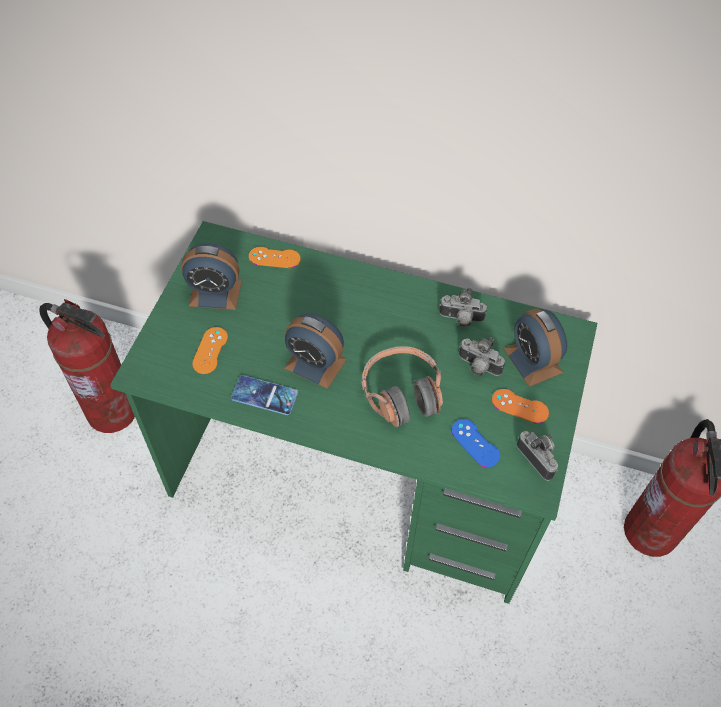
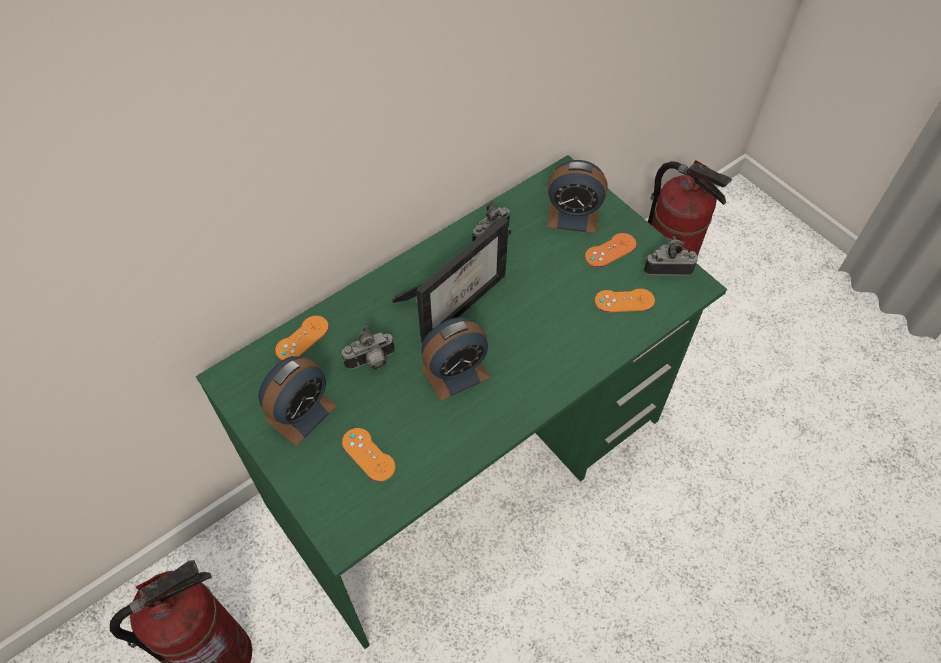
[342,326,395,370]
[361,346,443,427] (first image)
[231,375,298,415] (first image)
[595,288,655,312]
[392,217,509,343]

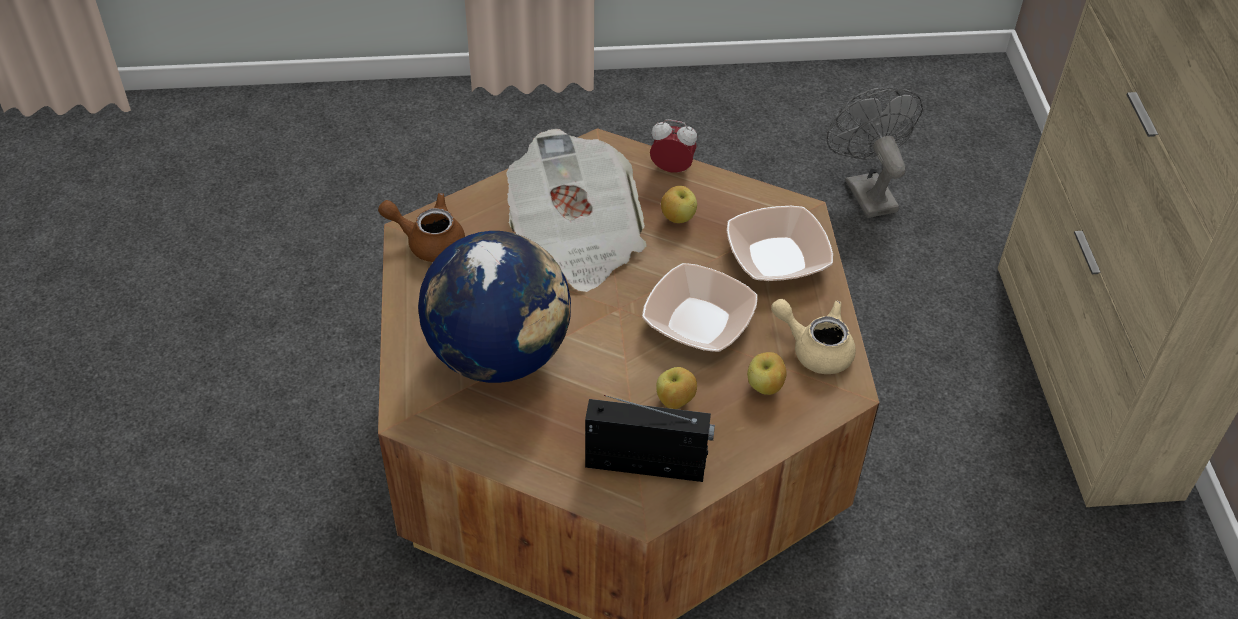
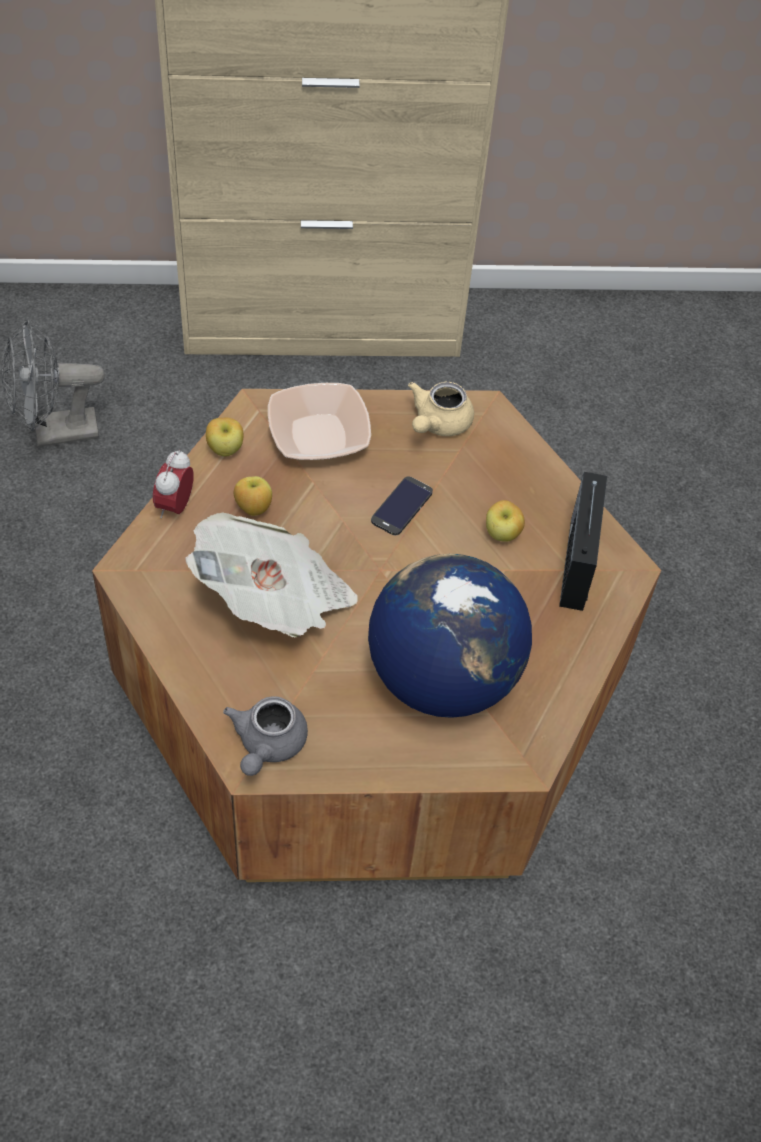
[223,696,308,776]
[371,476,433,536]
[206,418,244,457]

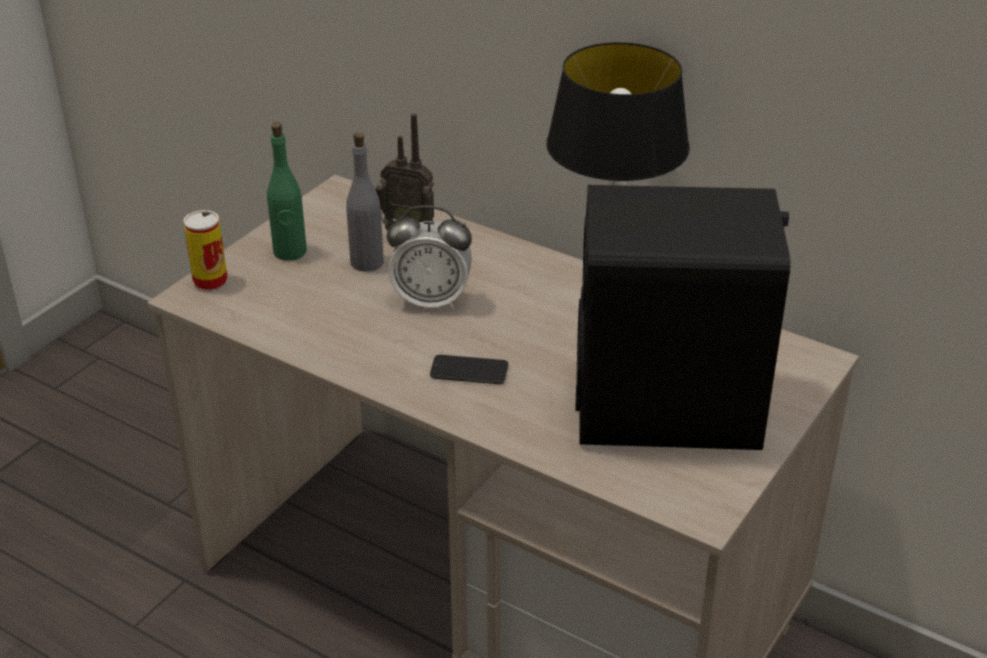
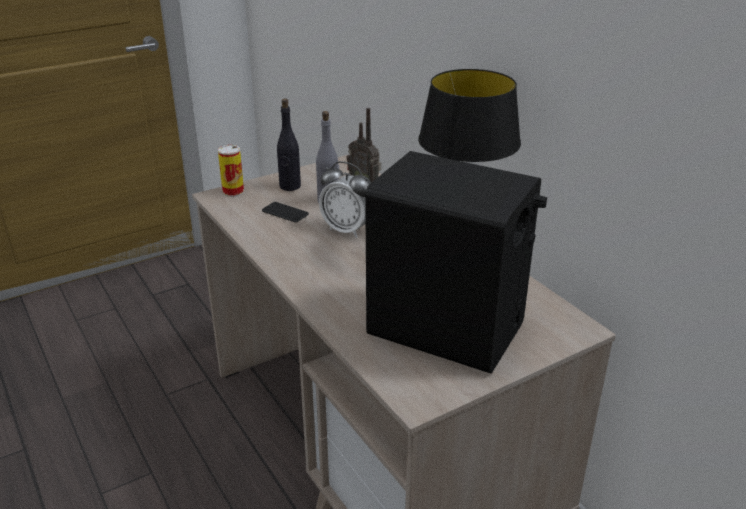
[277,99,301,191]
[262,202,309,222]

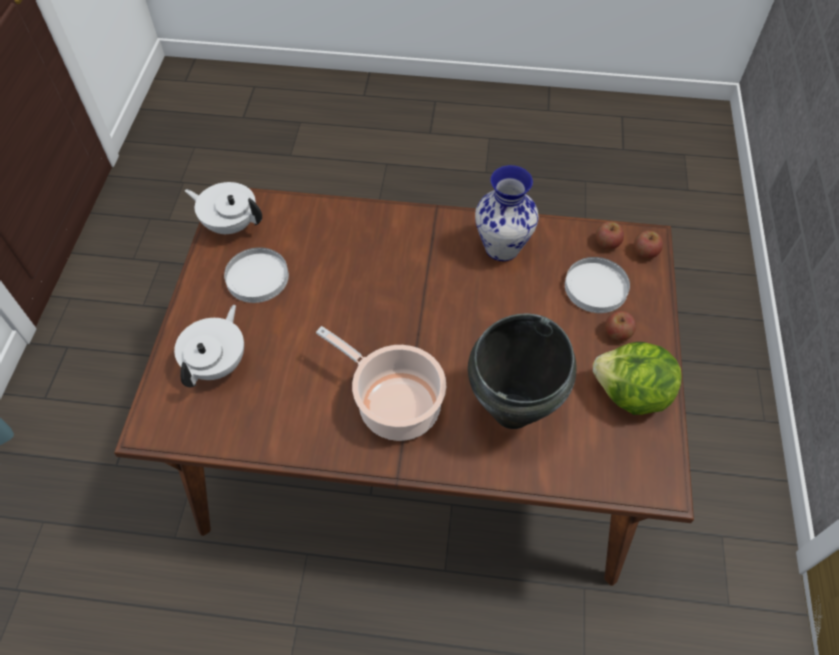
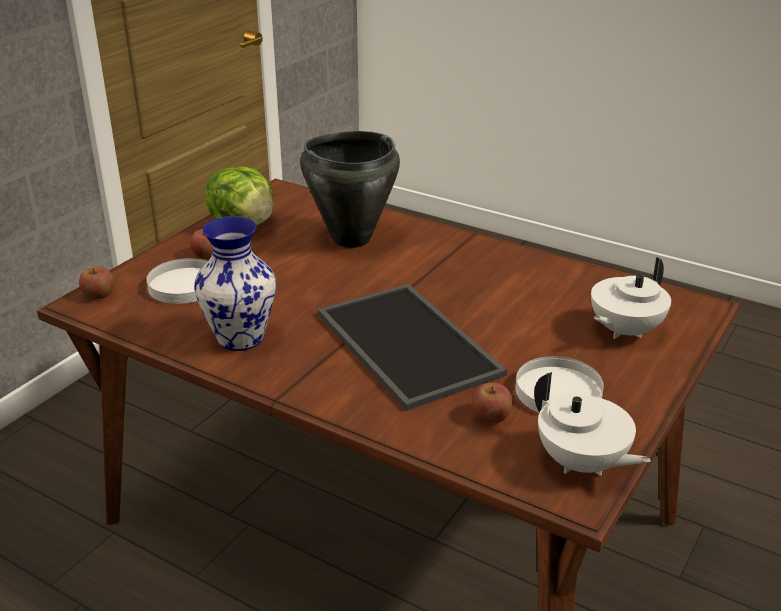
[472,383,513,423]
[316,326,446,441] (first image)
[318,284,507,411]

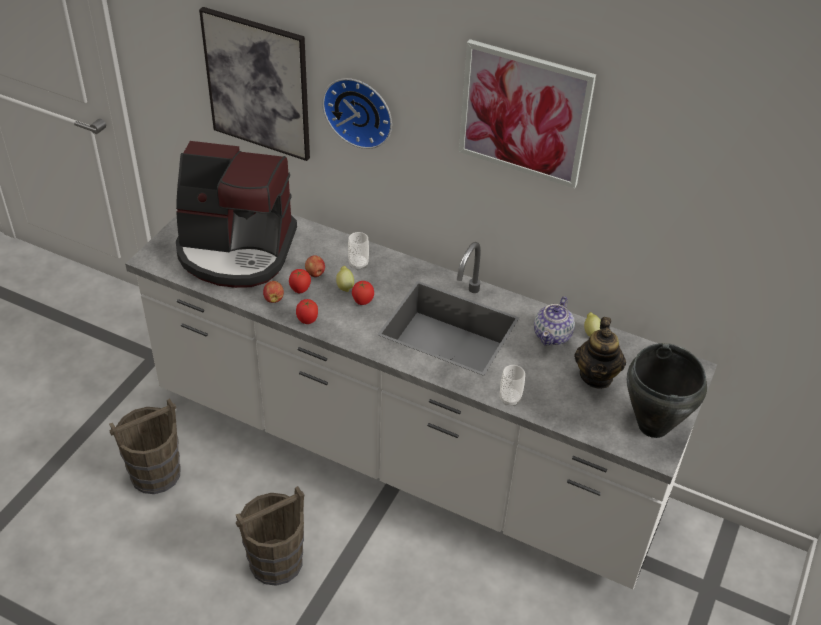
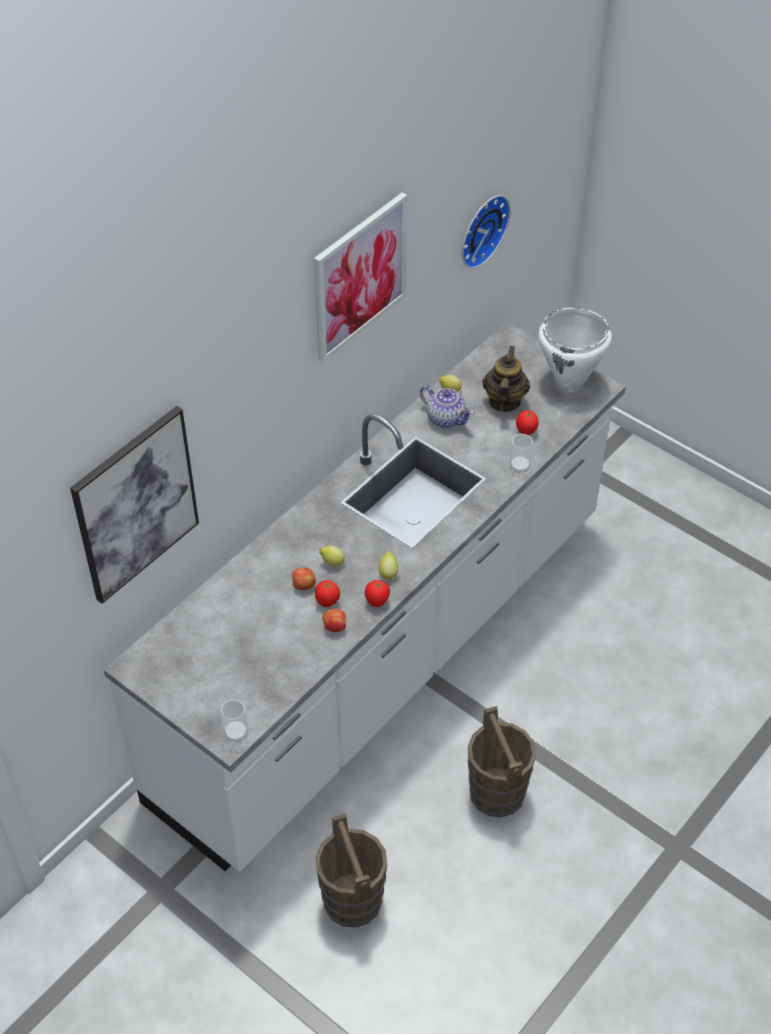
[462,195,511,269]
[176,141,297,288] (first image)
[221,700,248,742]
[516,410,539,435]
[483,346,530,412]
[538,308,612,391]
[379,551,399,581]

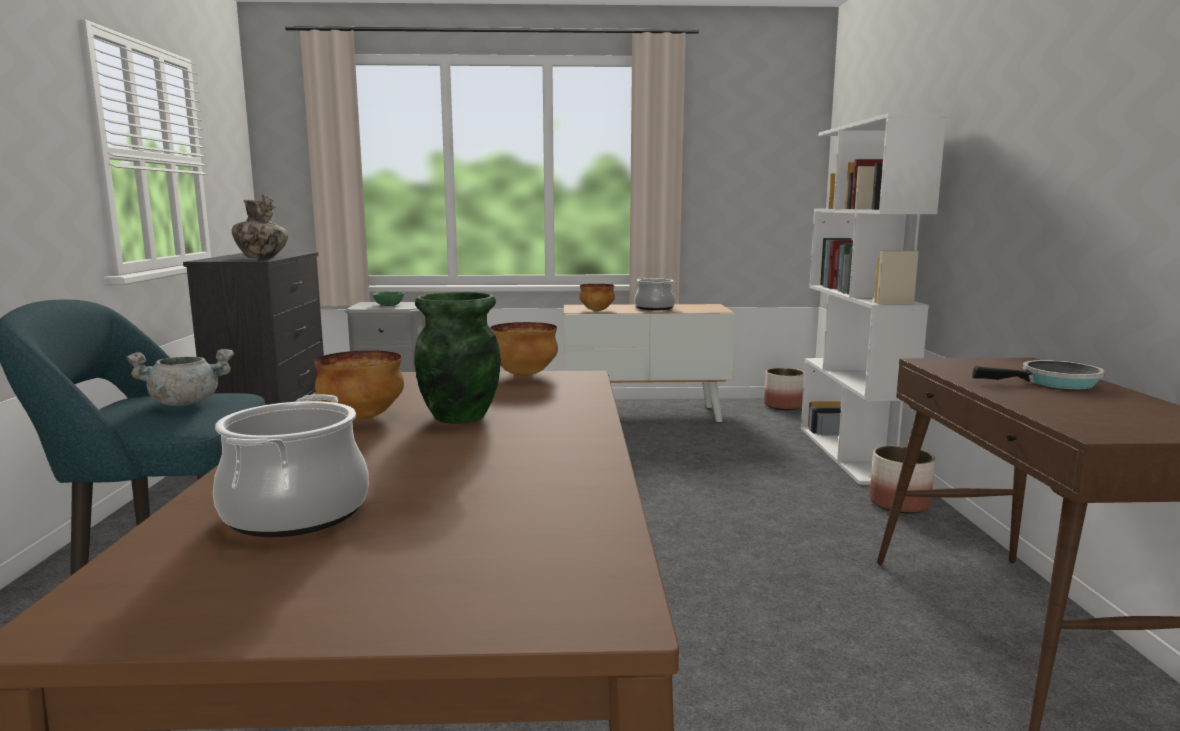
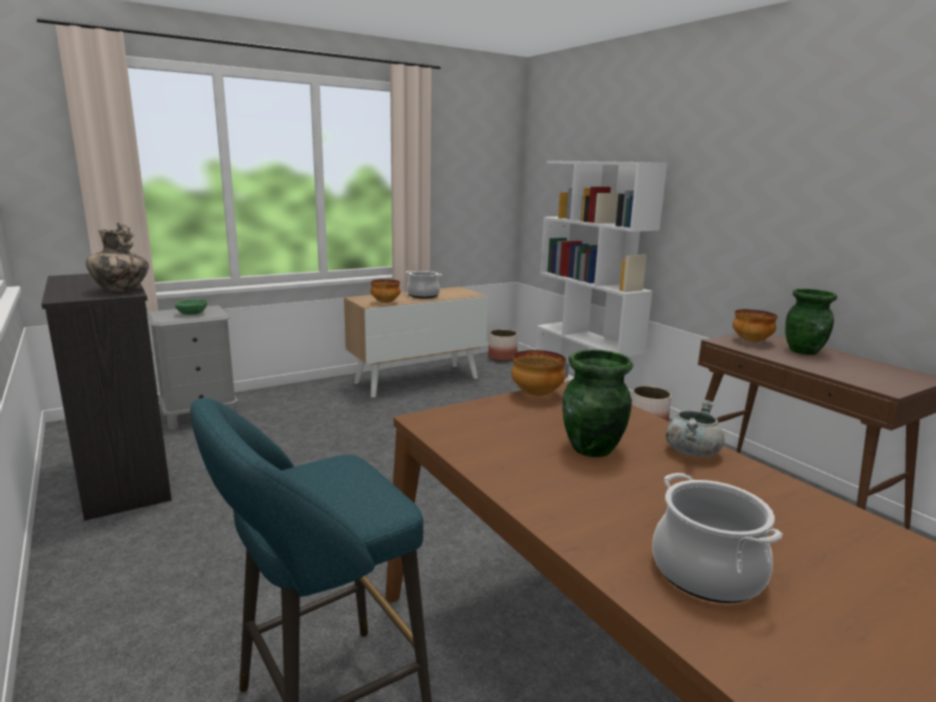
[666,400,725,457]
[732,309,778,342]
[785,289,837,355]

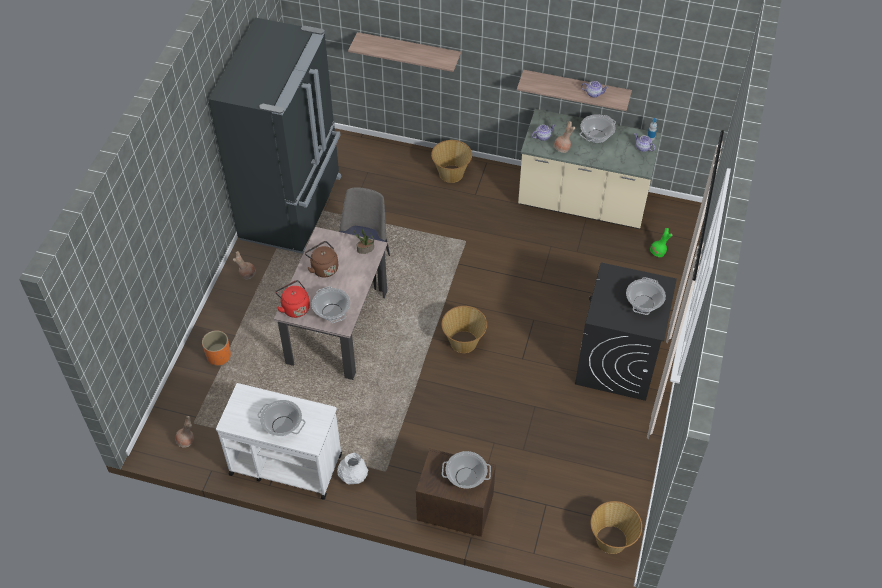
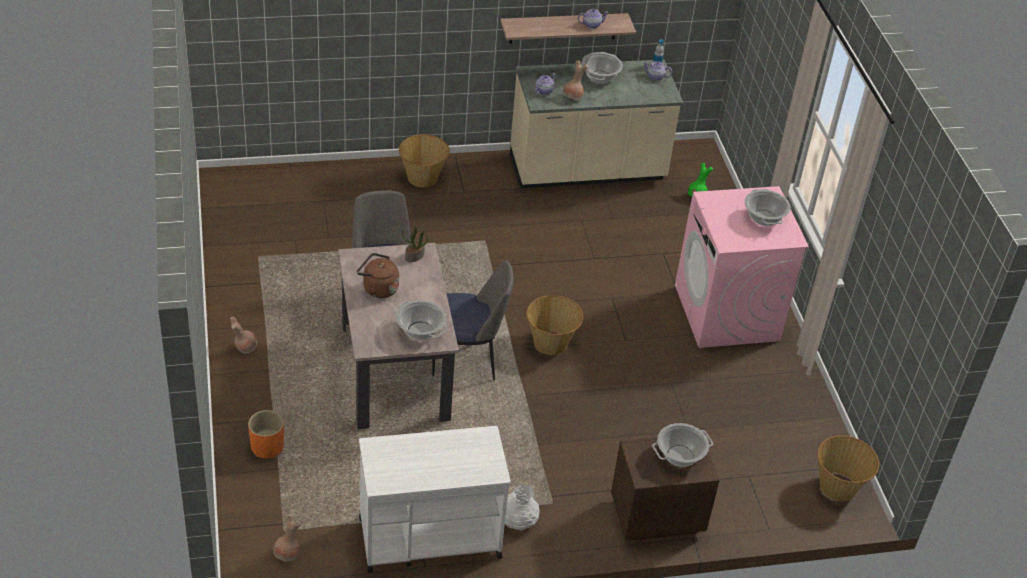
[208,18,341,254] (first image)
[348,32,461,72] (first image)
[675,186,809,348]
[276,280,310,318] (first image)
[257,400,306,436] (first image)
[432,260,514,380]

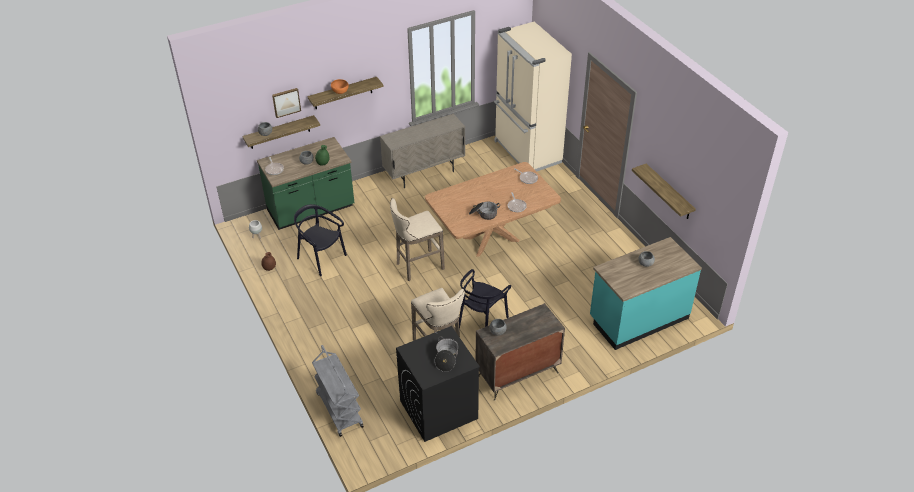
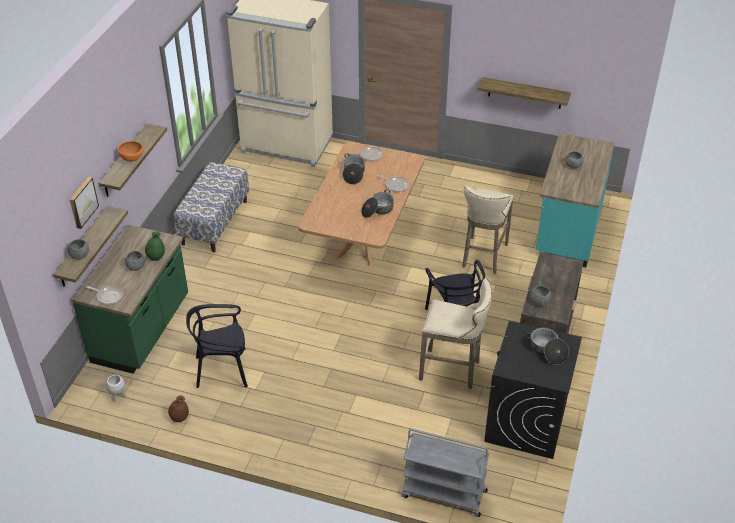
[173,162,249,252]
[462,186,514,274]
[343,153,365,185]

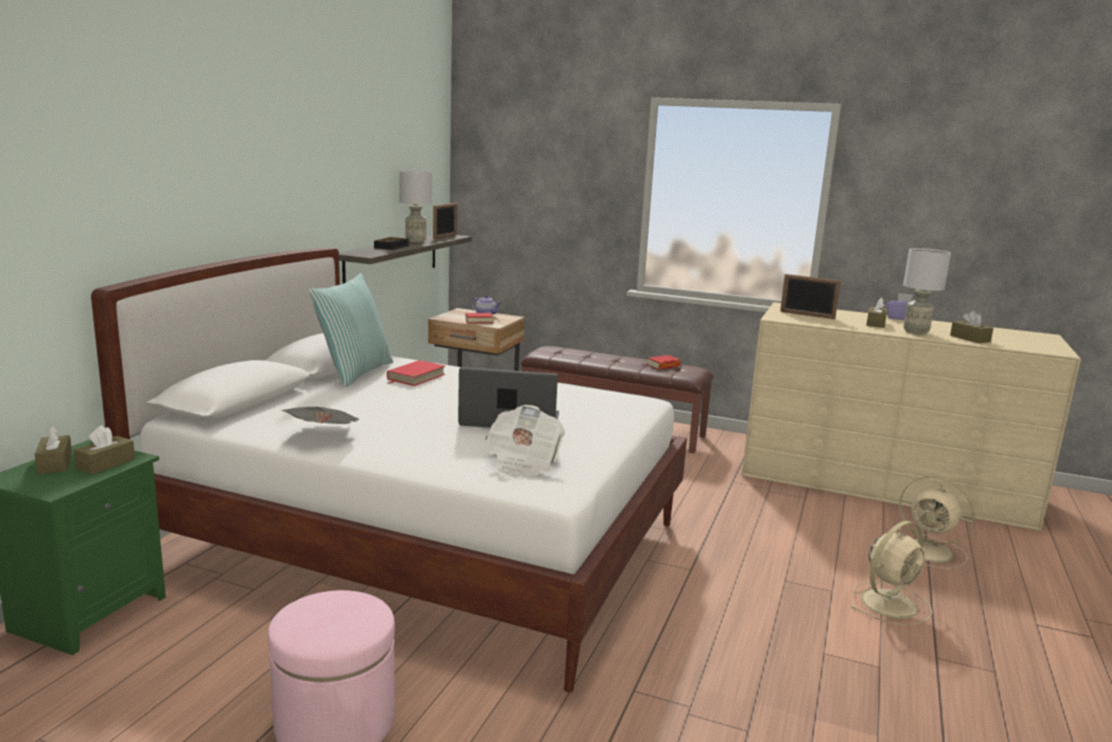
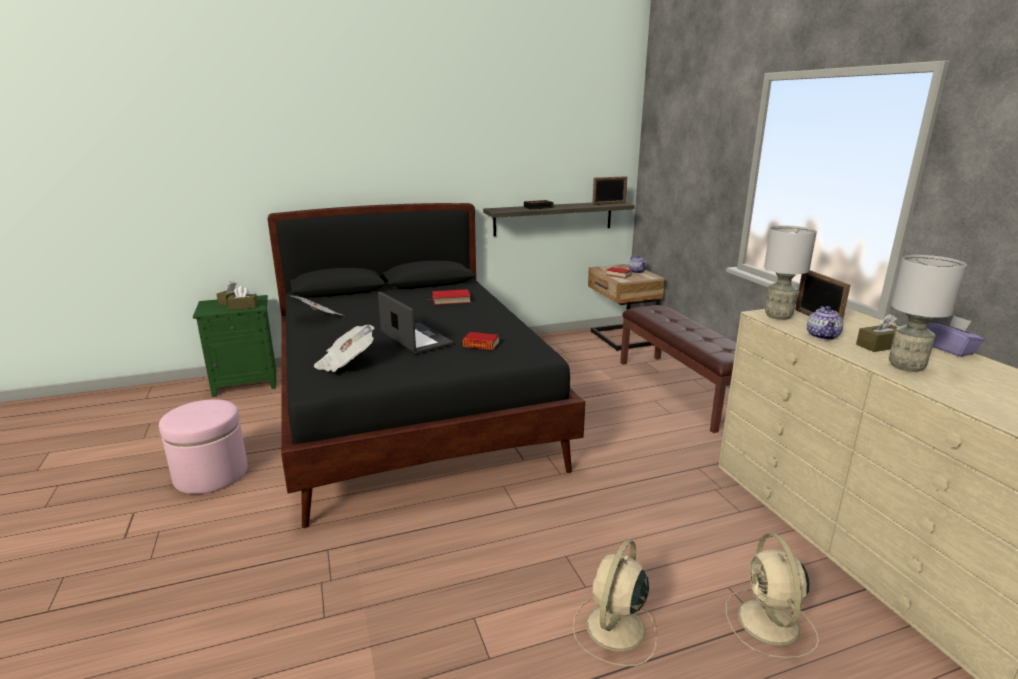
[764,226,817,320]
[268,203,585,528]
[309,273,393,388] (first image)
[950,311,993,343] (first image)
[462,332,499,350]
[572,539,657,666]
[807,306,843,340]

